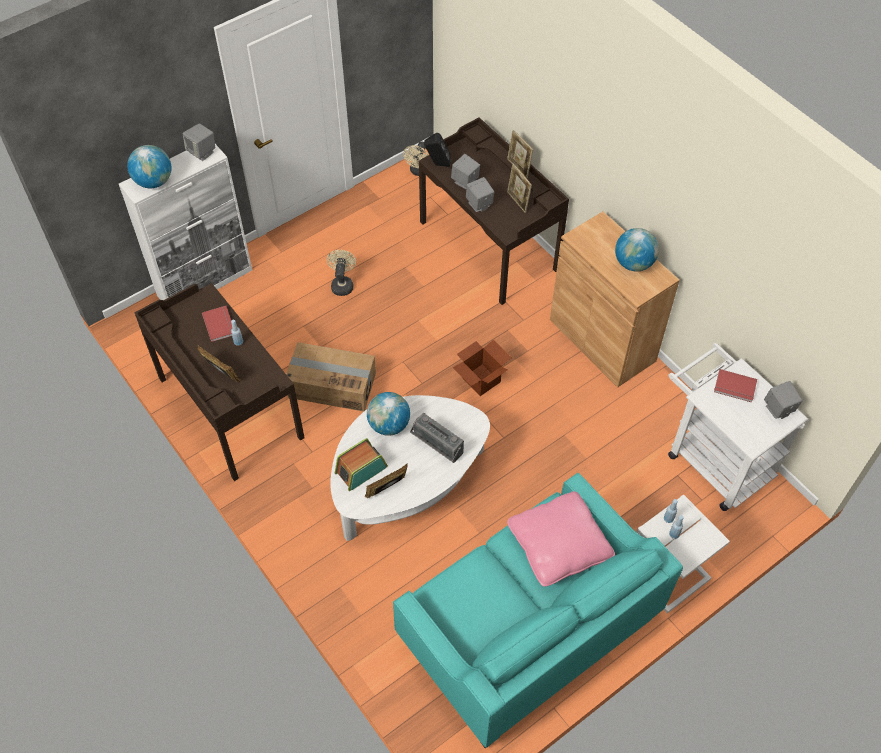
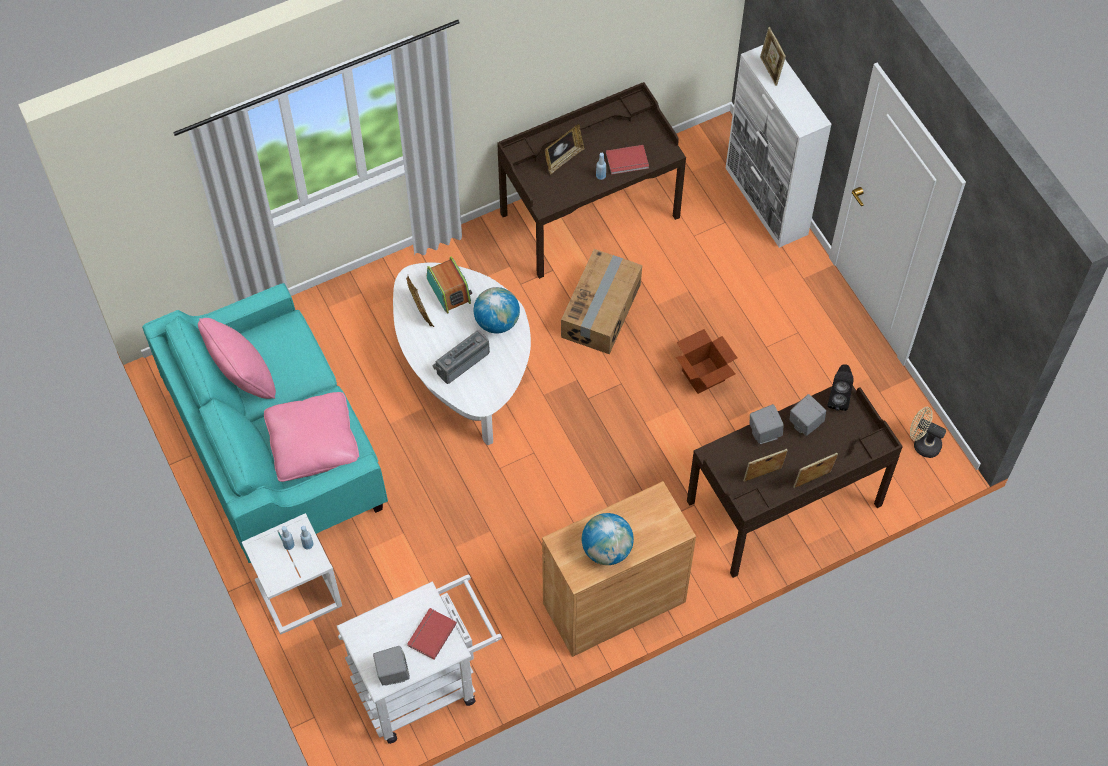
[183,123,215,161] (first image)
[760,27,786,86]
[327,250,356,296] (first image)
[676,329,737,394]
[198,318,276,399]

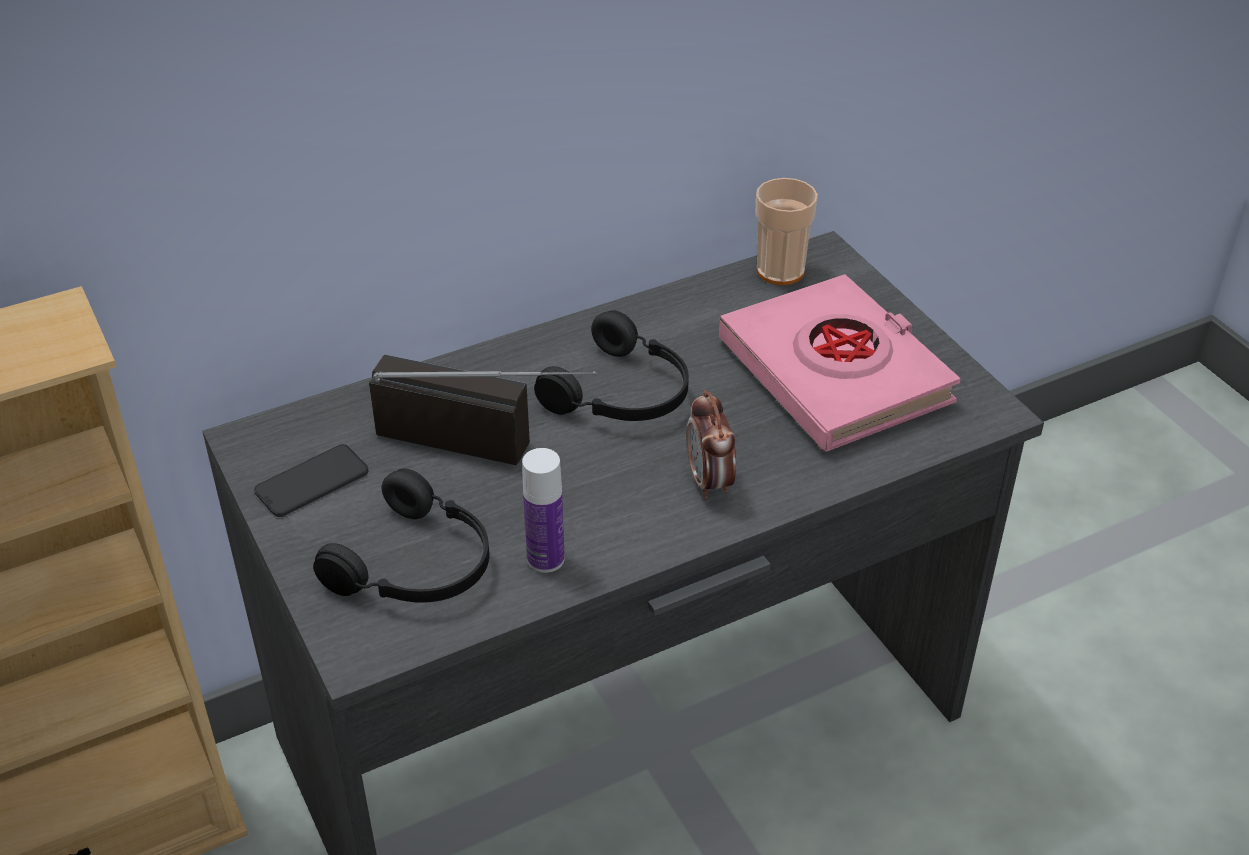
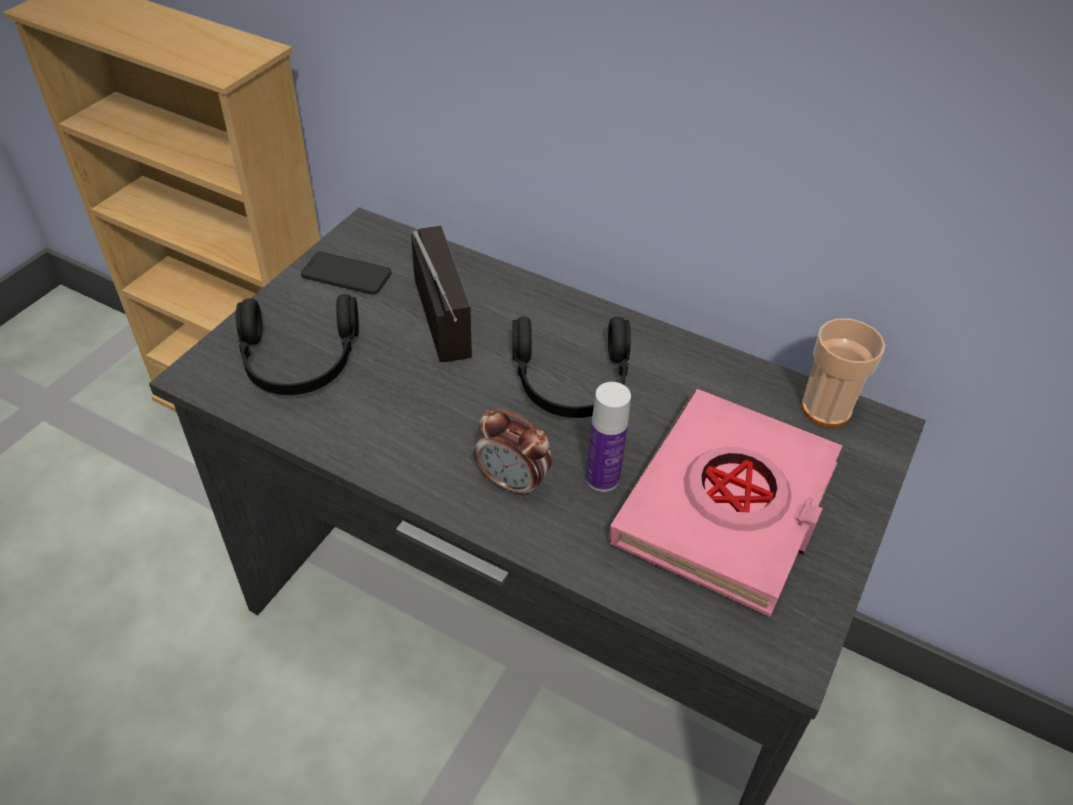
[474,409,552,499]
[586,382,631,492]

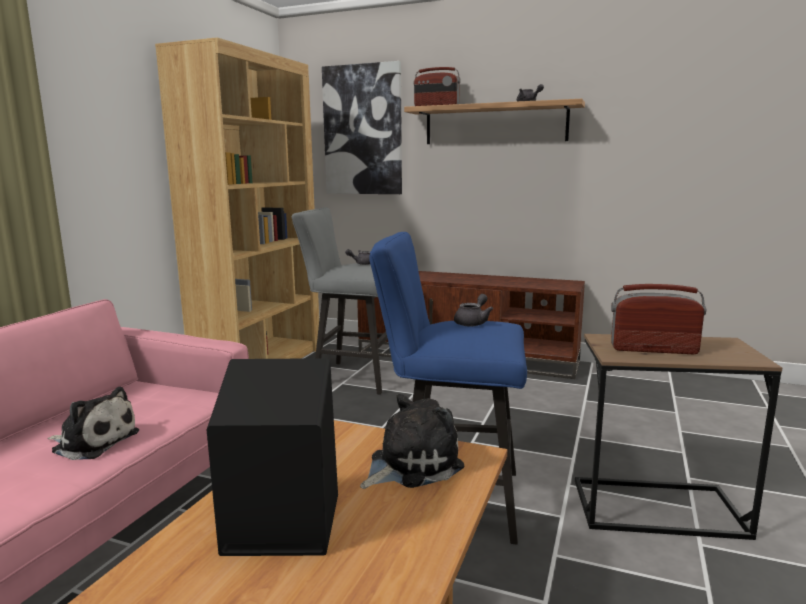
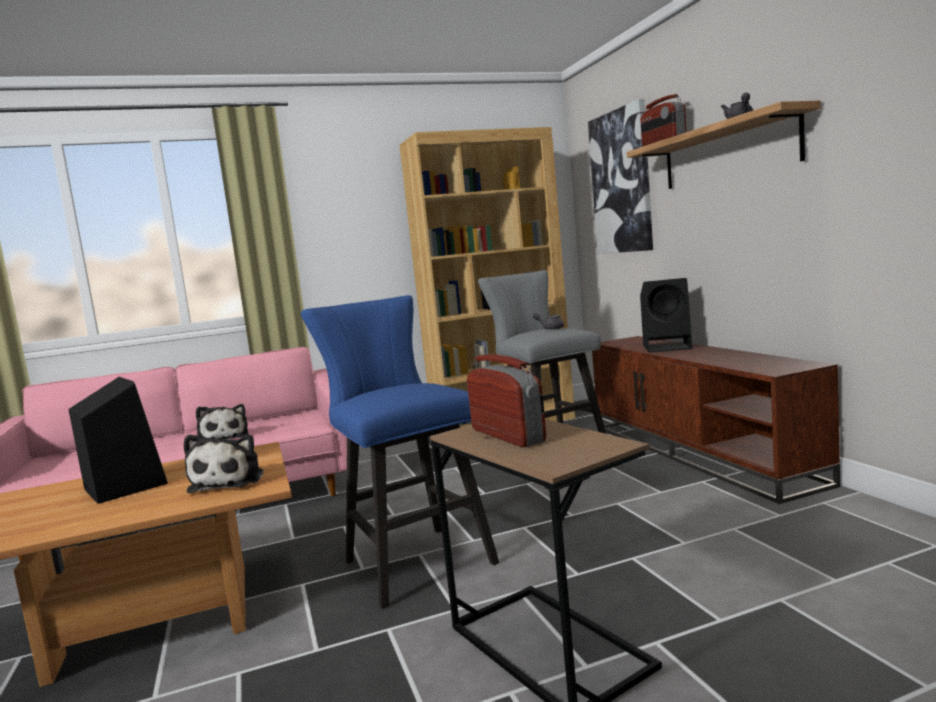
[454,294,493,327] (first image)
[183,434,264,493]
[640,278,692,353]

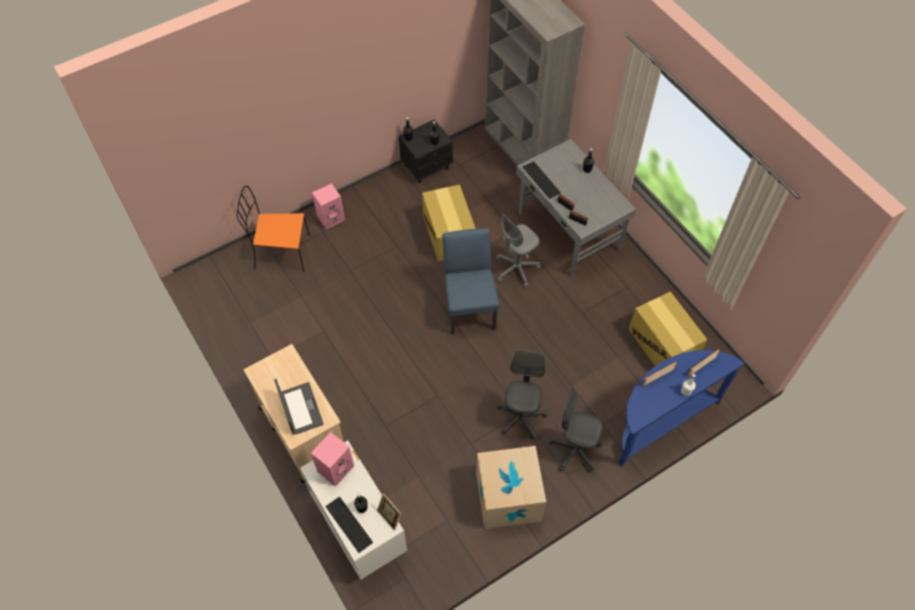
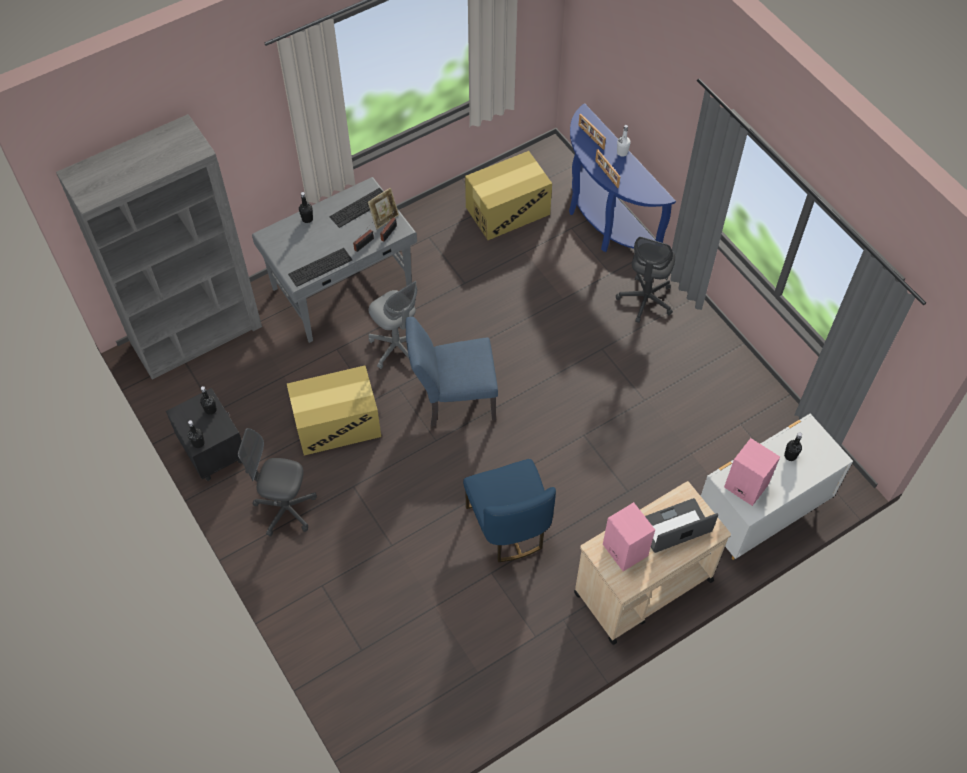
[603,502,655,571]
[237,186,310,272] (first image)
[238,428,317,537]
[476,446,546,529] (first image)
[368,188,399,229]
[329,188,383,228]
[463,459,556,562]

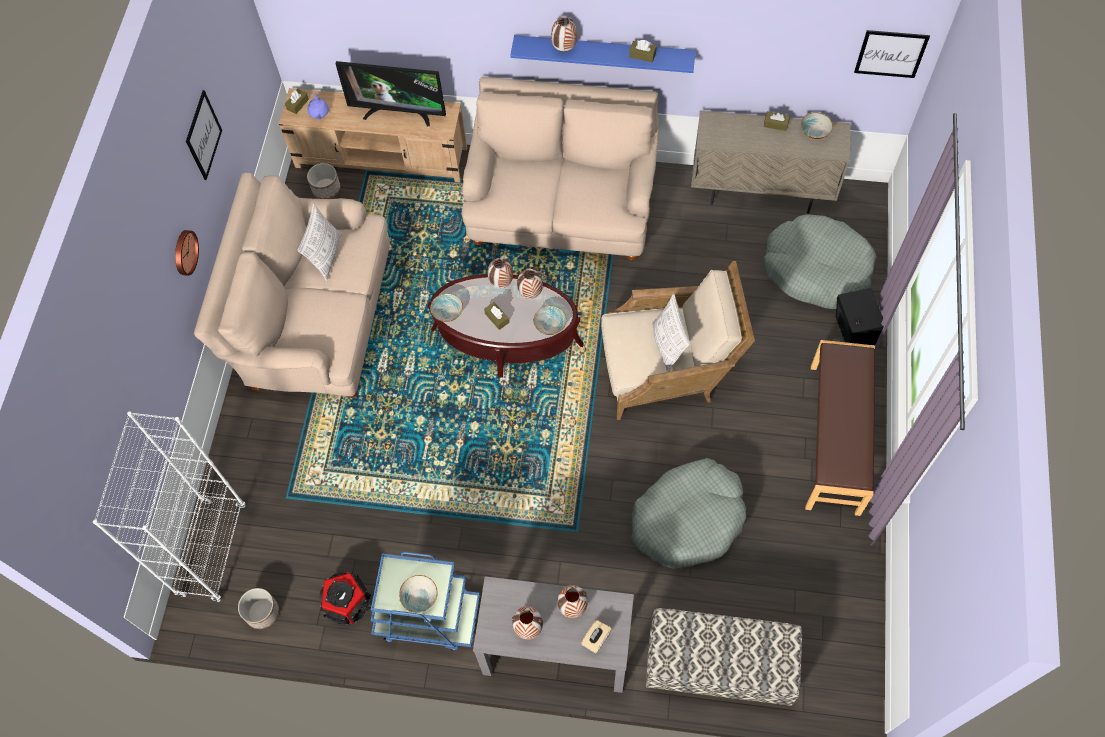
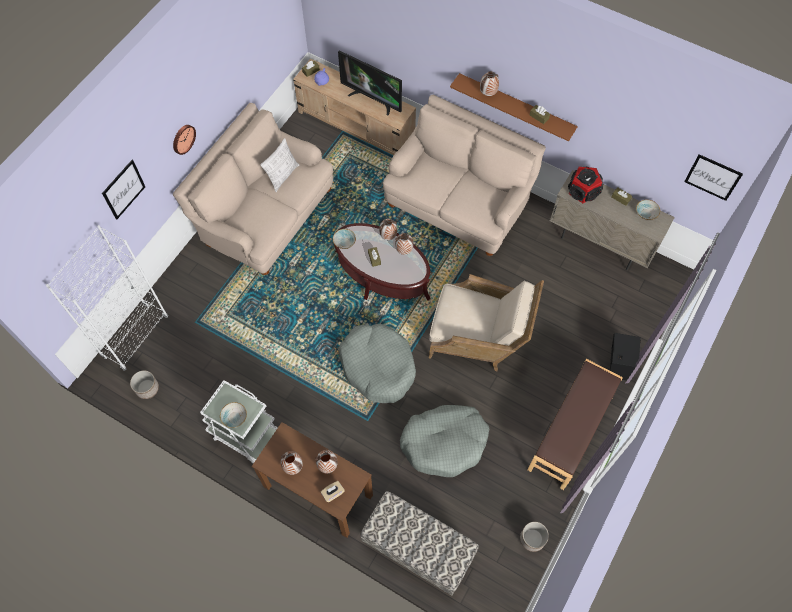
[450,73,578,141]
[102,160,145,219]
[520,522,549,552]
[339,324,416,403]
[652,294,690,372] (first image)
[534,306,567,335] (first image)
[200,380,278,463]
[568,167,603,203]
[252,422,373,538]

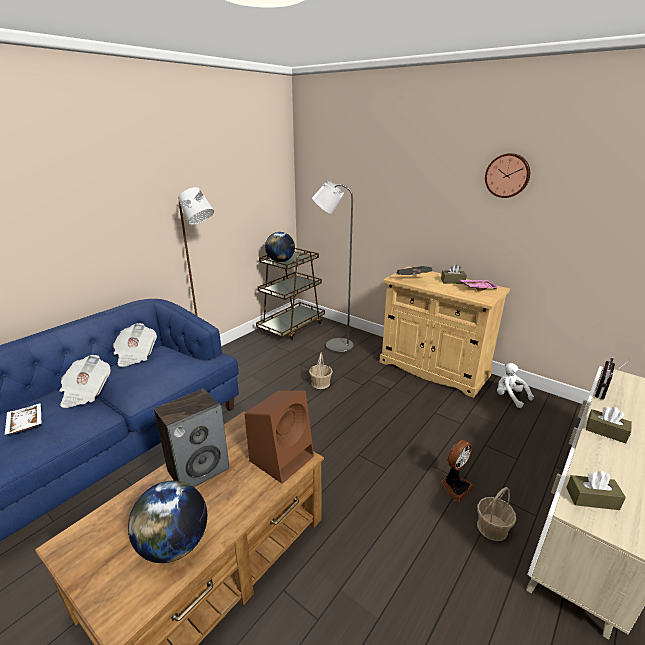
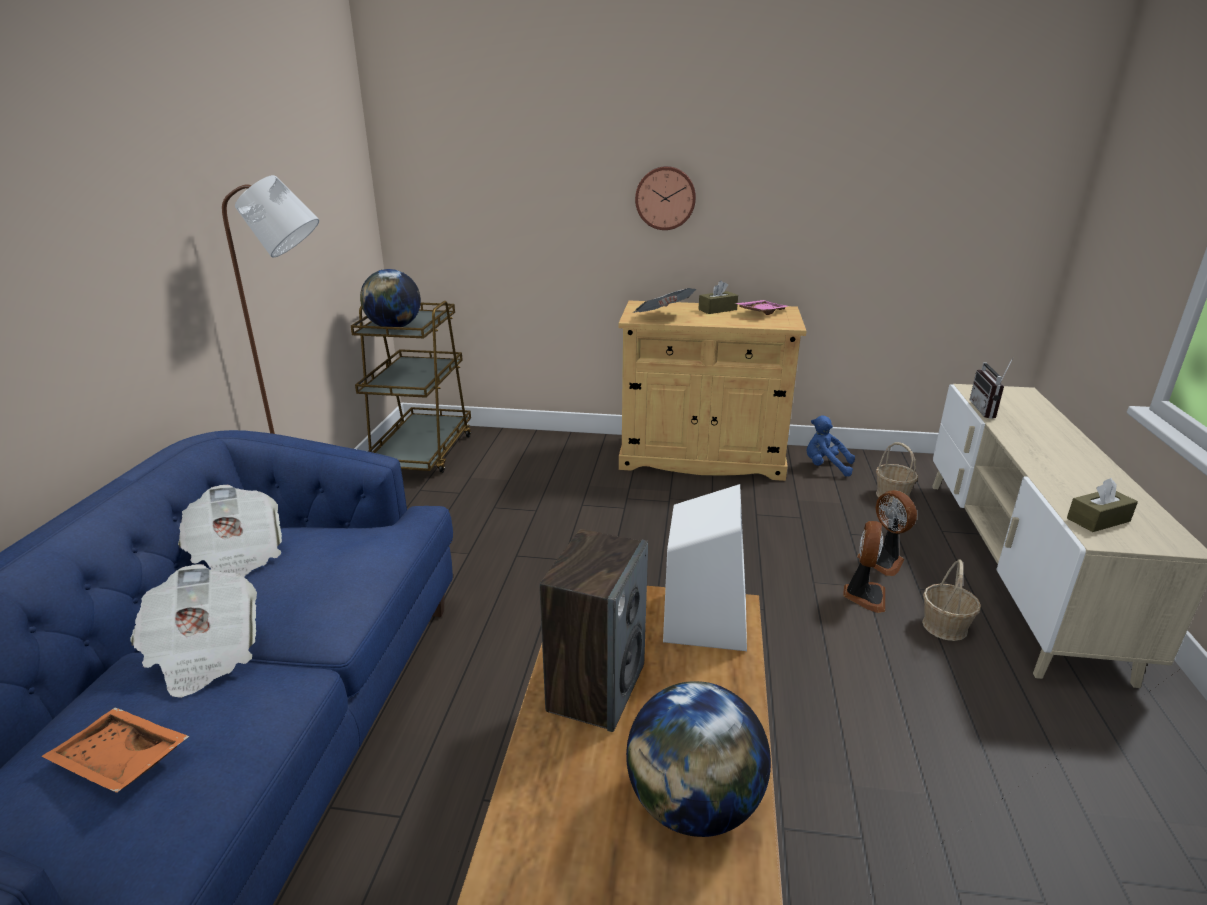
[635,166,696,230]
[312,180,354,354] (first image)
[876,442,918,504]
[807,416,855,477]
[663,484,747,651]
[42,708,190,793]
[586,407,632,443] (first image)
[857,490,917,576]

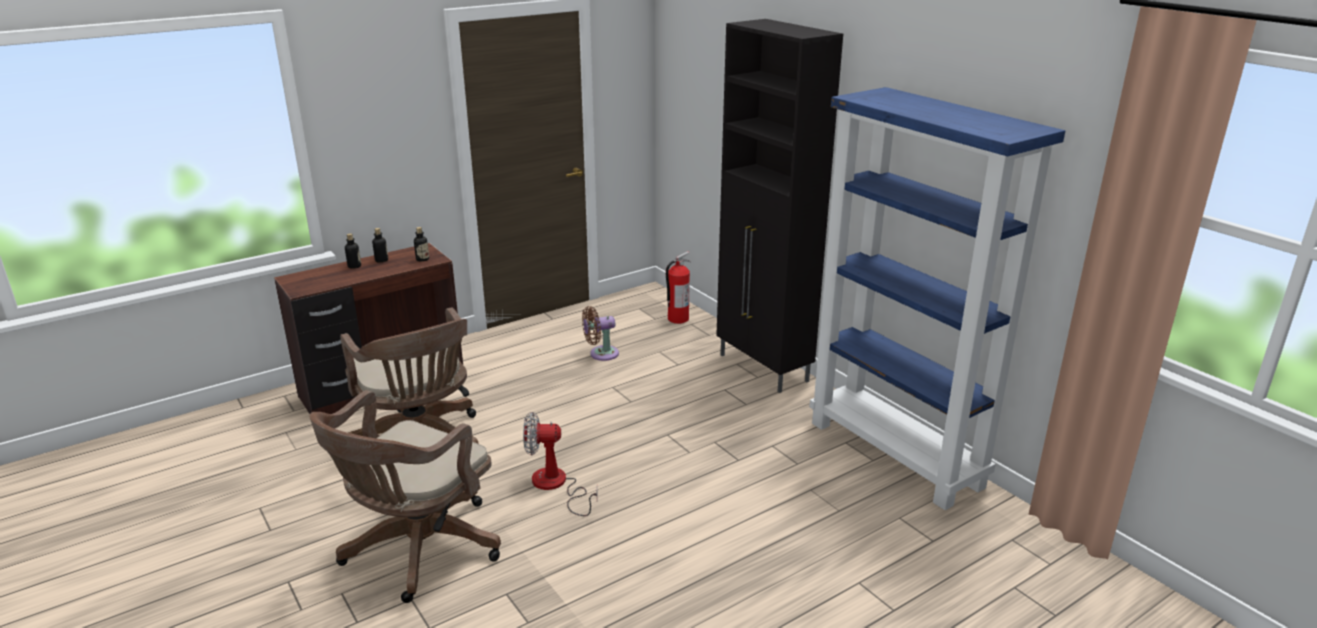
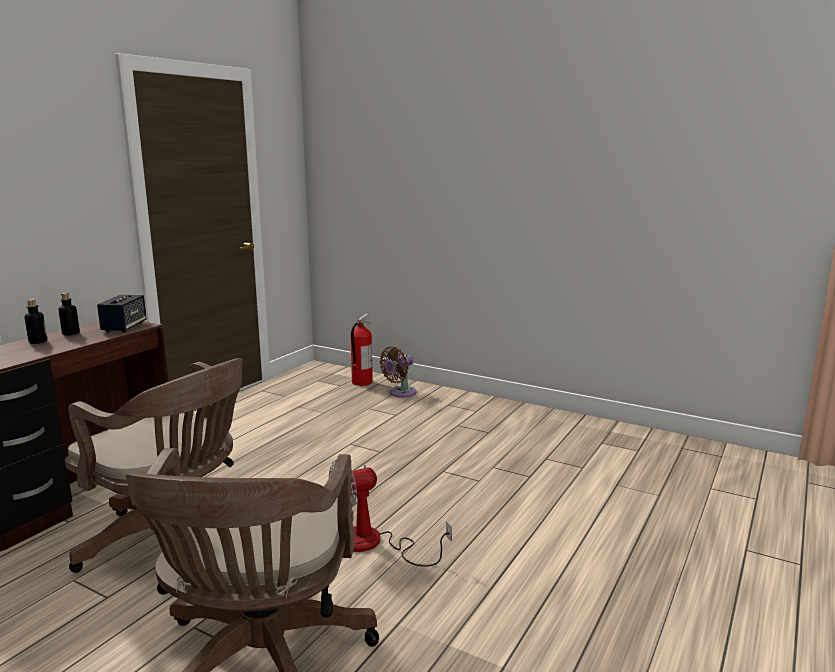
[716,19,843,393] (first image)
[809,87,1065,510] (first image)
[97,295,147,332]
[379,347,416,397]

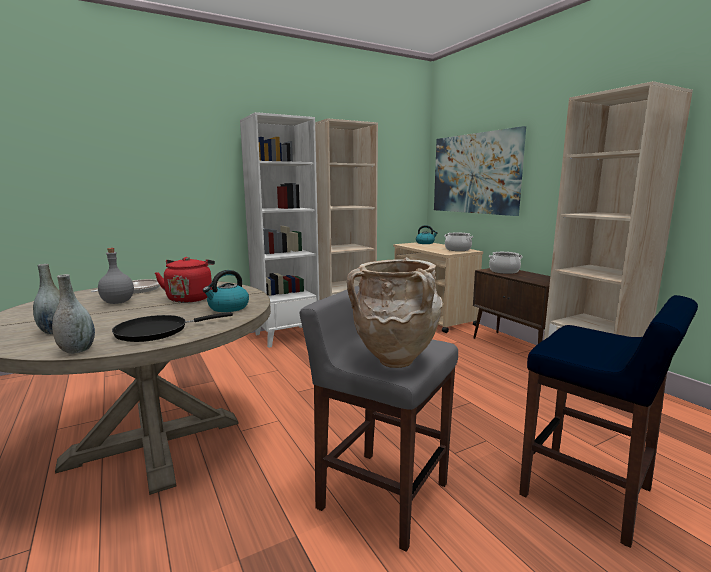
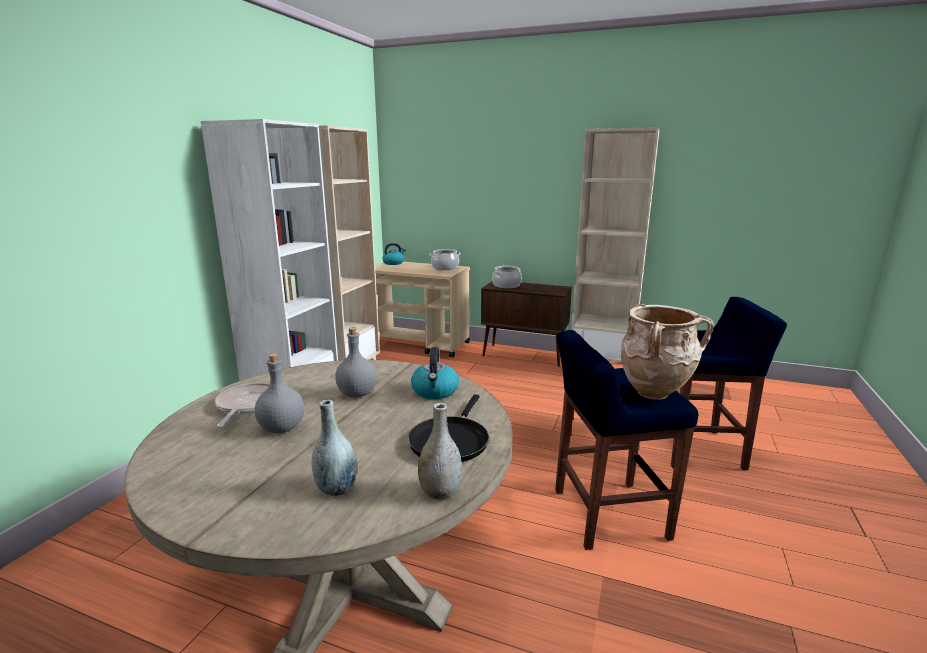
[434,126,526,216] (first image)
[335,328,377,398]
[555,330,698,550]

